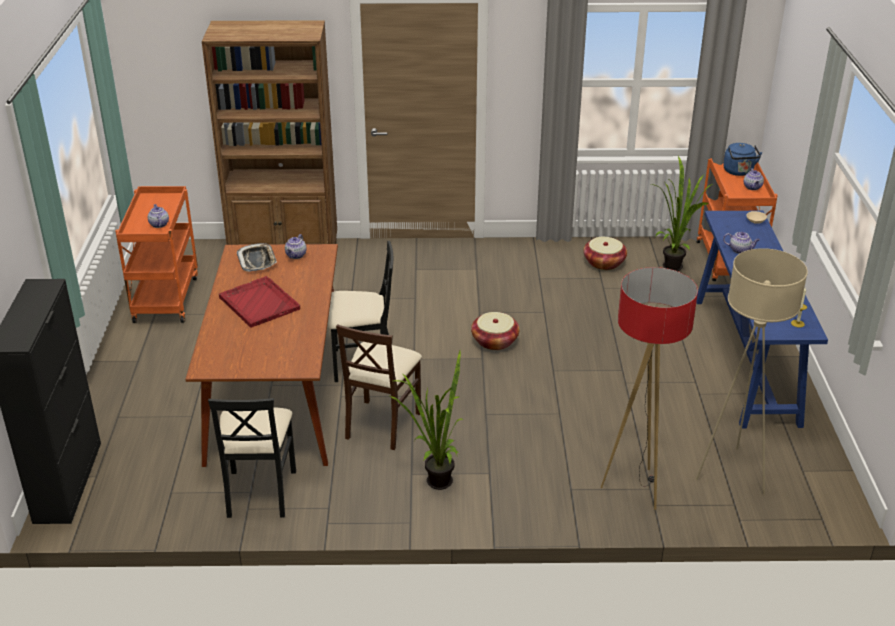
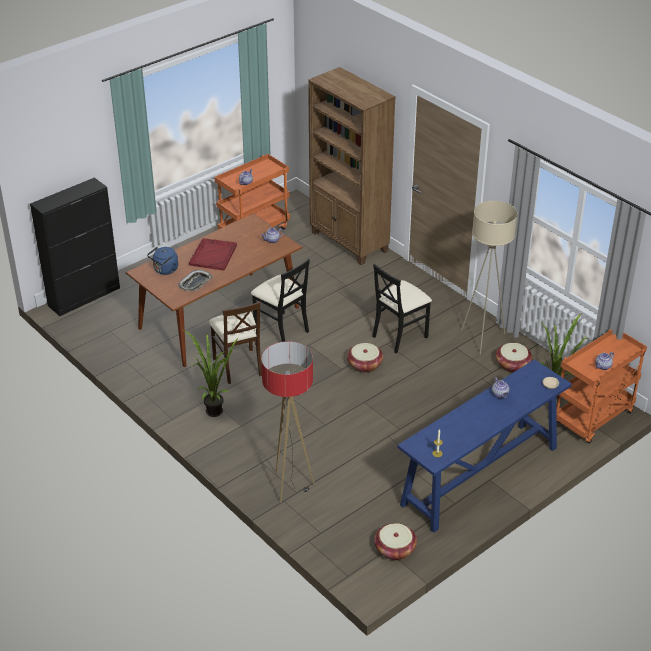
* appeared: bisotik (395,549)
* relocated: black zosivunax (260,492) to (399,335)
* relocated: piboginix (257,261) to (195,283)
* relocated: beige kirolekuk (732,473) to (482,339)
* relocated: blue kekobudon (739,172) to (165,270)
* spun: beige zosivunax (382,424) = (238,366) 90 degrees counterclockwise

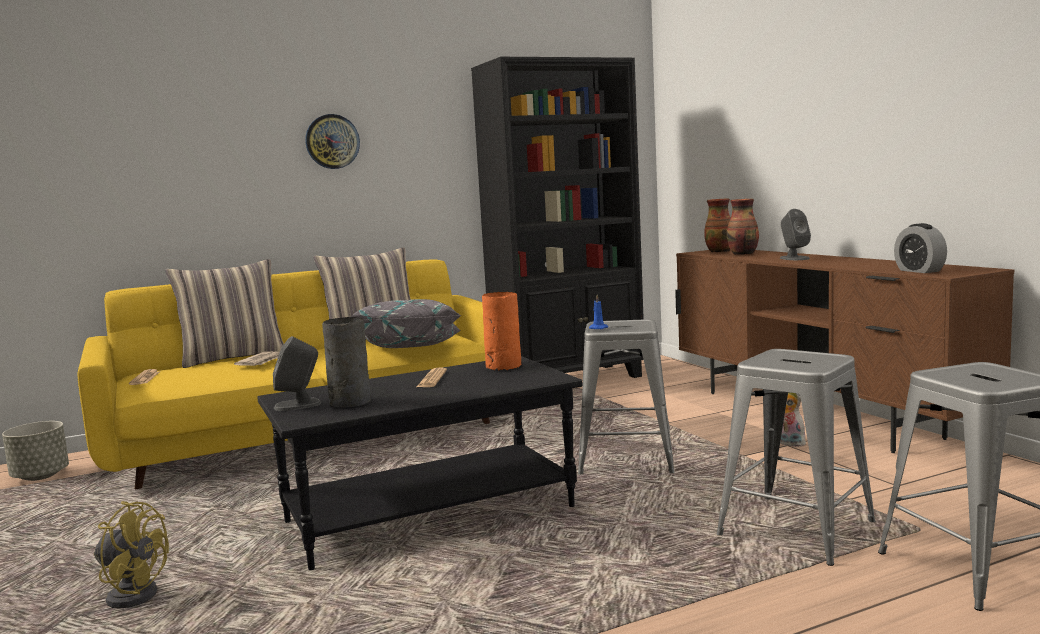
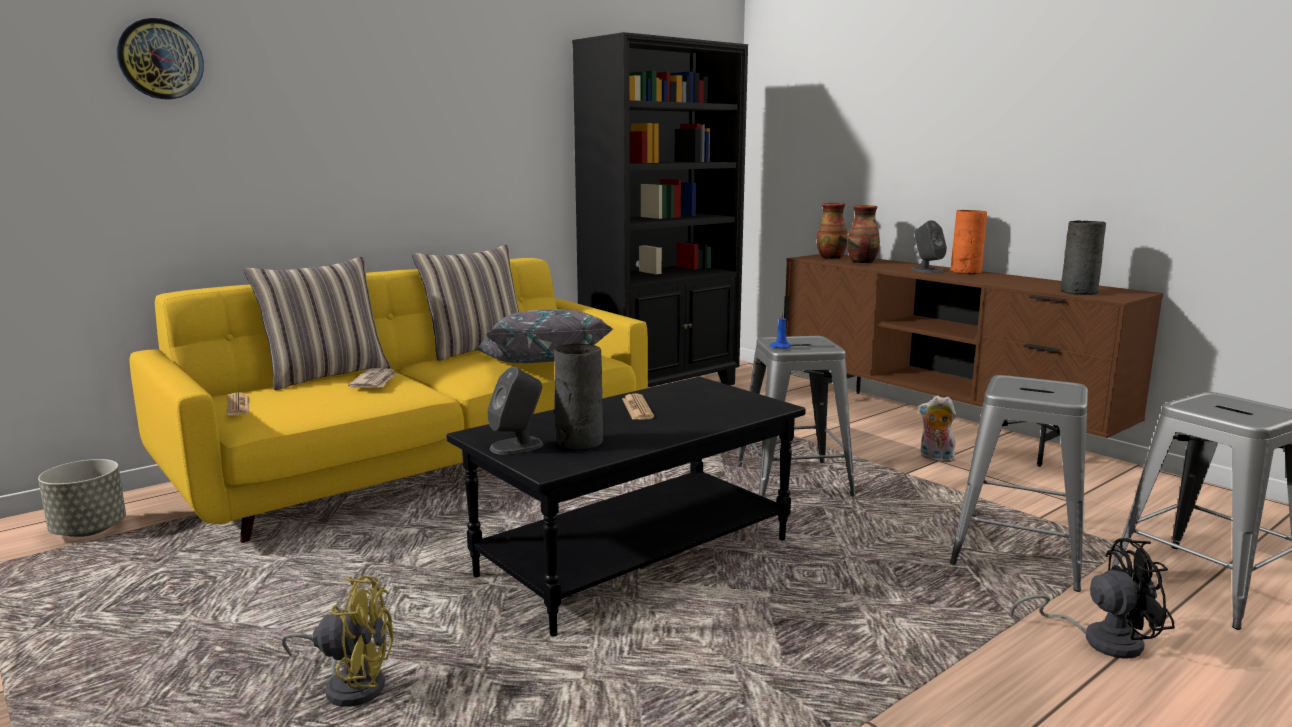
* appeared: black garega (1100,639)
* relocated: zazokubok (332,141) to (160,59)
* relocated: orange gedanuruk (502,366) to (965,272)
* exchanged: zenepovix (919,271) to grey gedanuruk (1080,292)

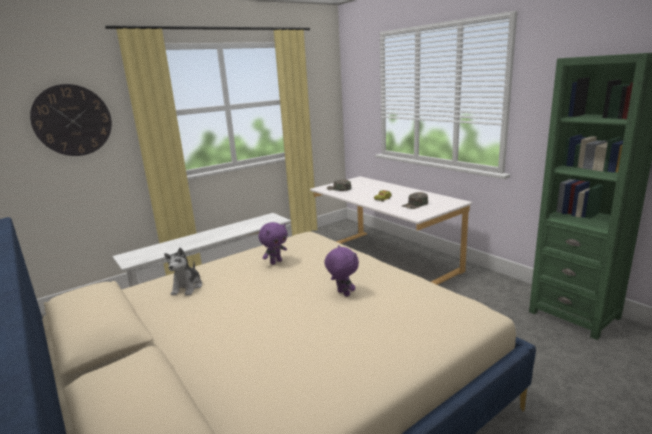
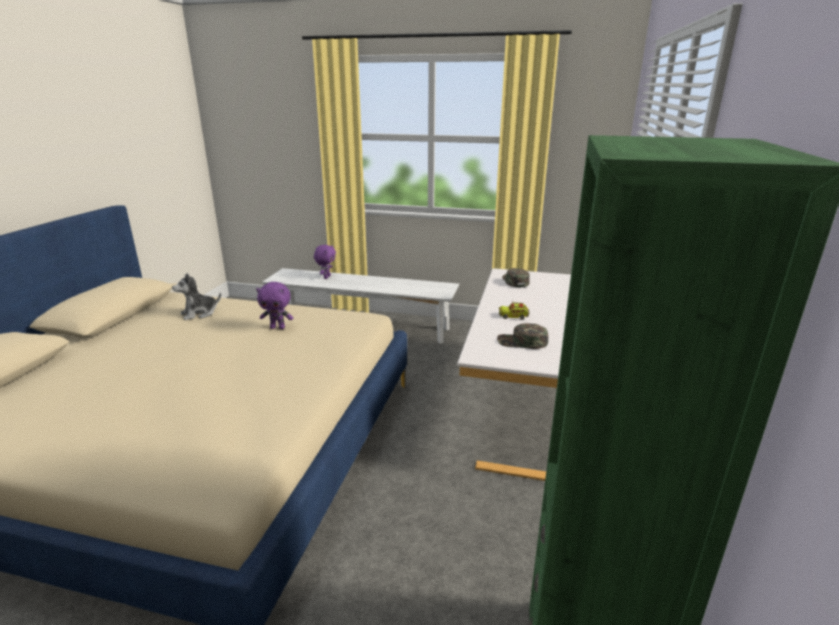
* missing: zazokubok (72,120)
* relocated: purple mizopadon (342,294) to (326,277)

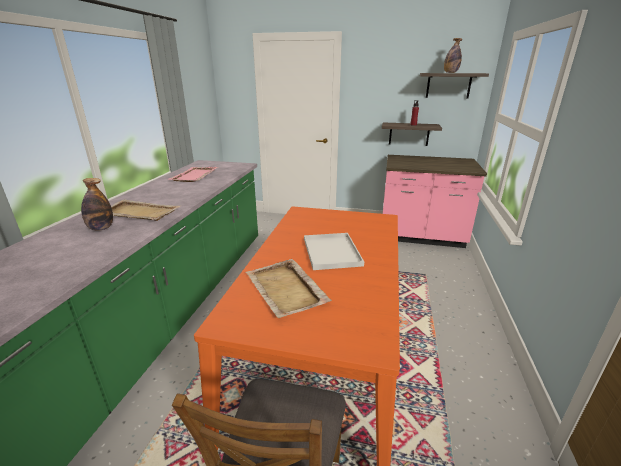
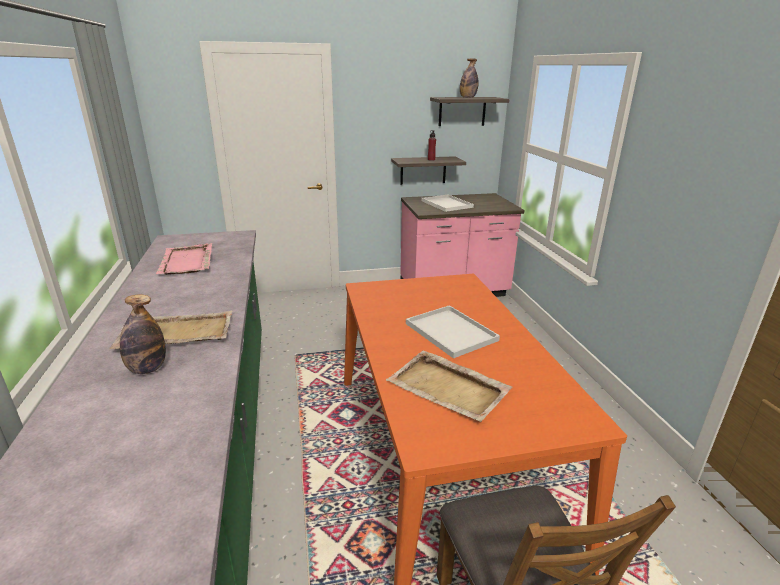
* appeared: white piboginix (445,204)

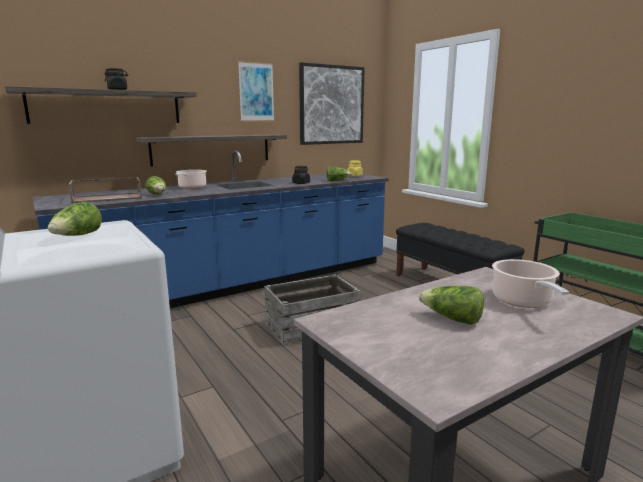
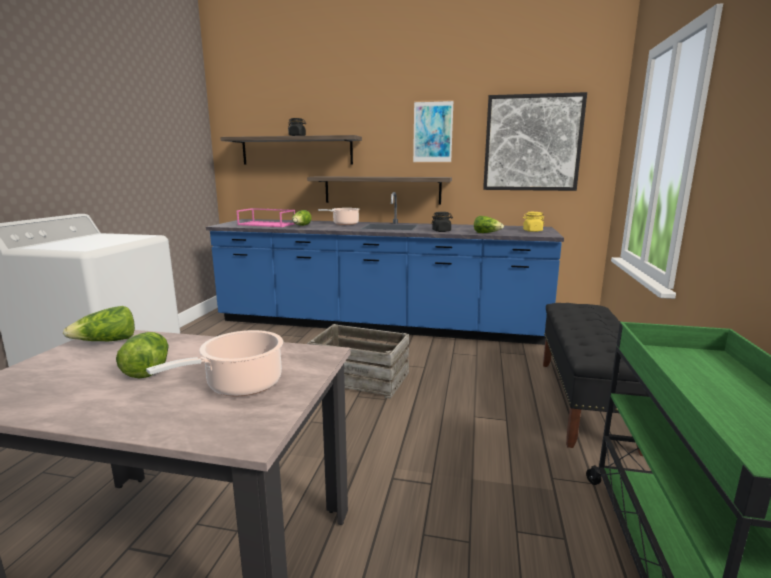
* relocated: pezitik (77,236) to (107,342)
* colour: brown piboginix (108,198) to pink piboginix (267,224)

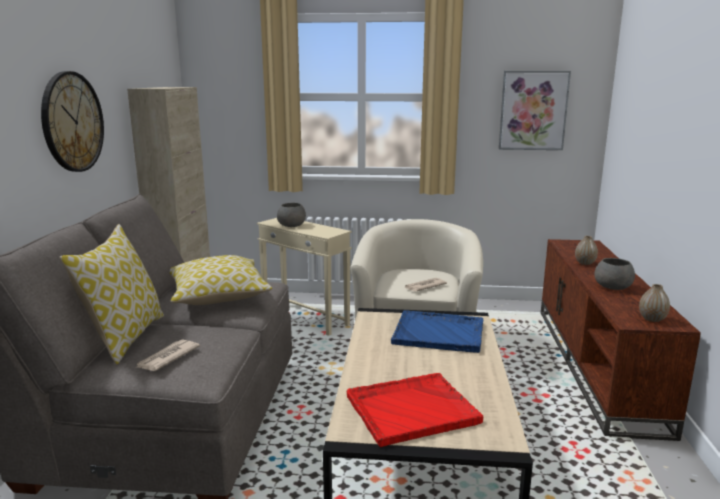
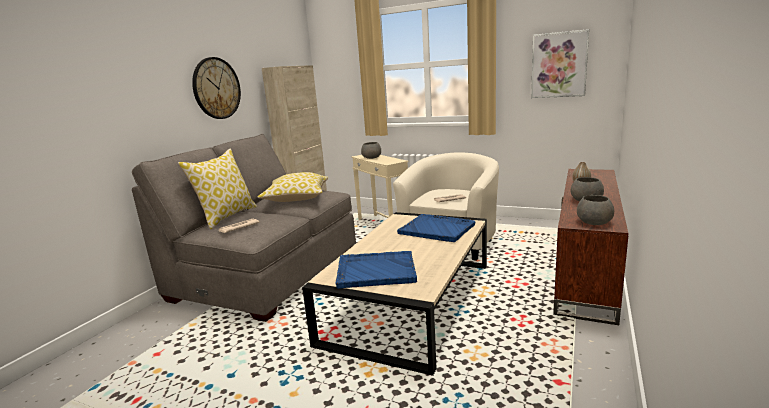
* exchanged: gedanuruk (652,319) to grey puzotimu (594,222)
* colour: red piboginix (410,410) to blue piboginix (375,271)

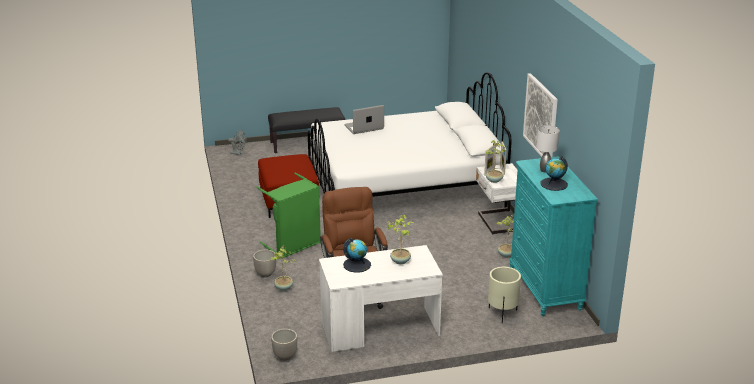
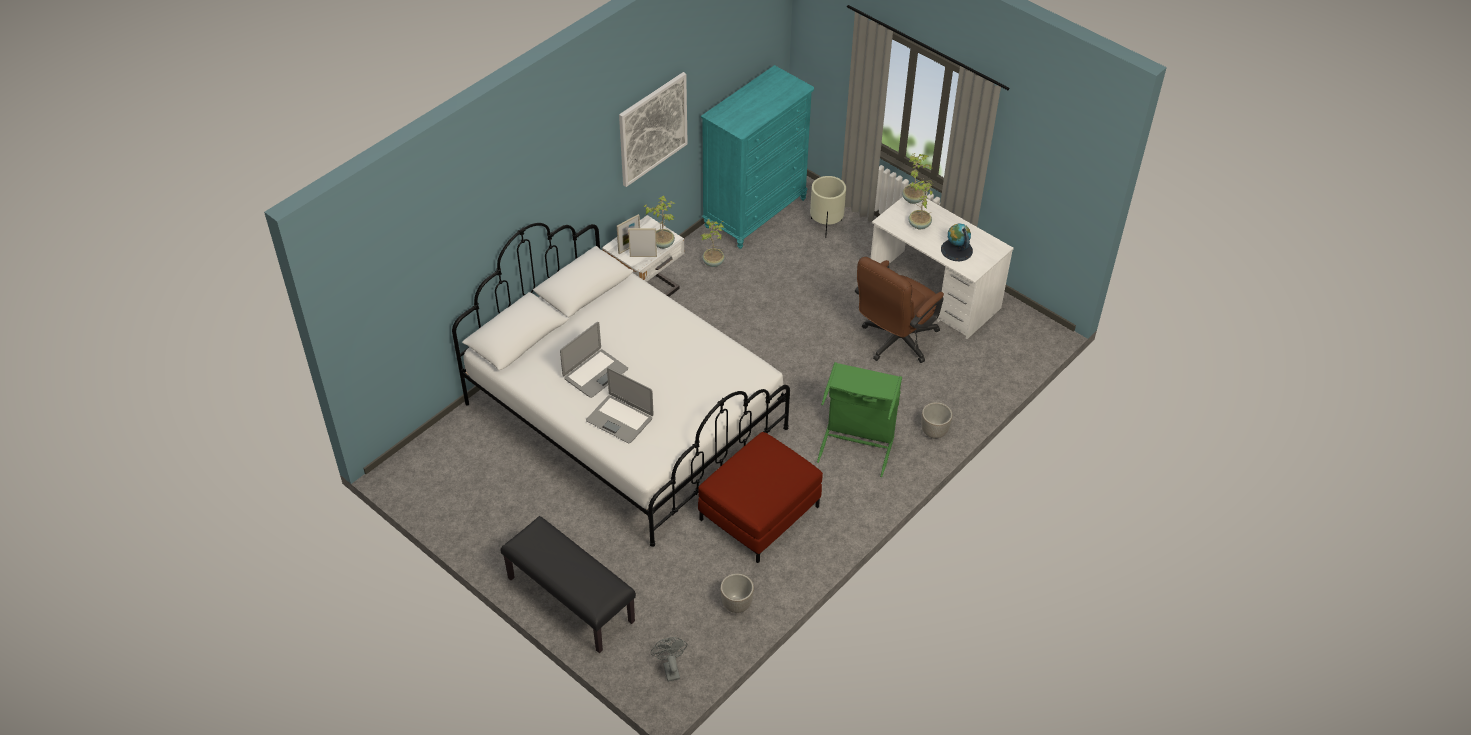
* missing: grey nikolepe (545,170)
* missing: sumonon (554,184)
* appeared: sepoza (595,373)
* relocated: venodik (283,288) to (913,199)
* relocated: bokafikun (285,356) to (736,605)

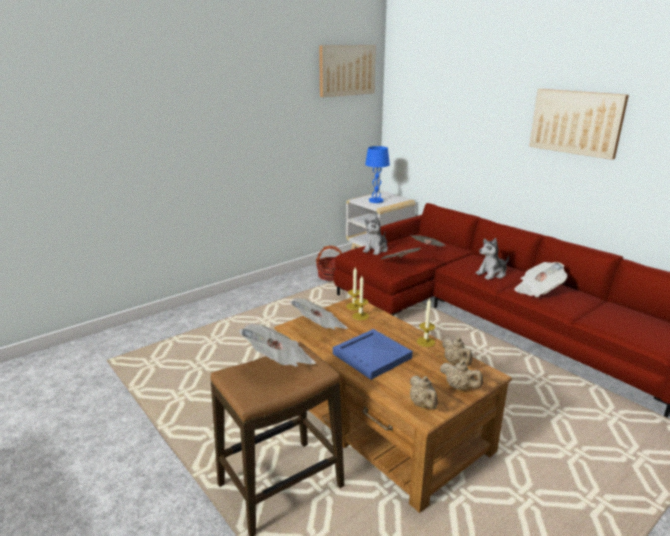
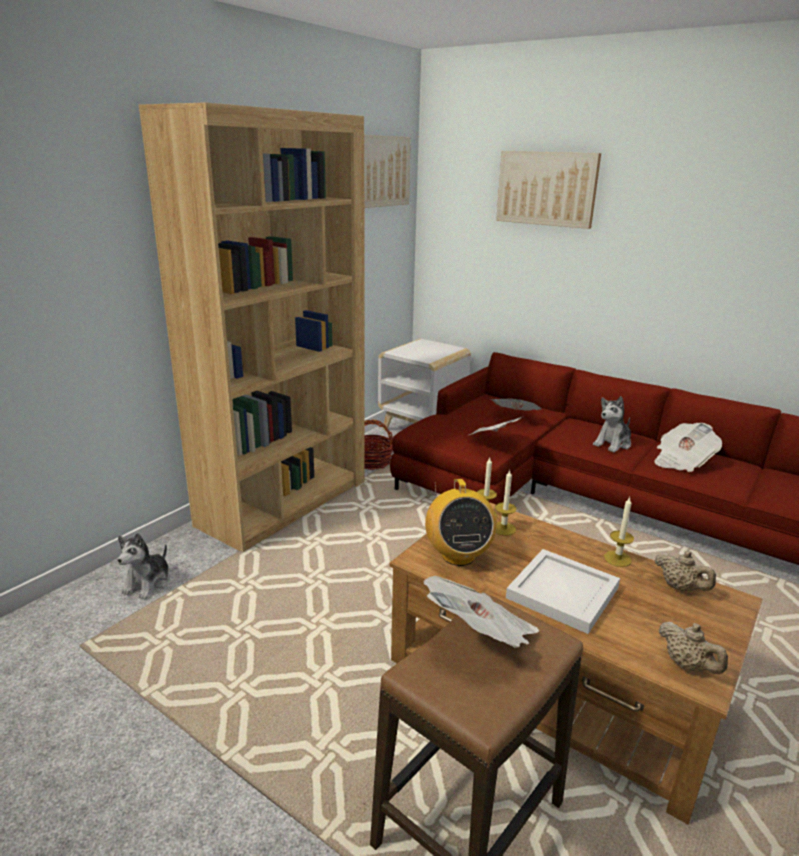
* missing: blue nikolepe (376,201)
* missing: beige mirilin (459,387)
* appeared: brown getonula (284,503)
* relocated: mizopadon (376,250) to (148,583)
* relocated: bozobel (576,122) to (547,188)
* exchanged: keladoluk (319,327) to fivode (458,555)
* colour: blue piboginix (373,356) to white piboginix (564,592)

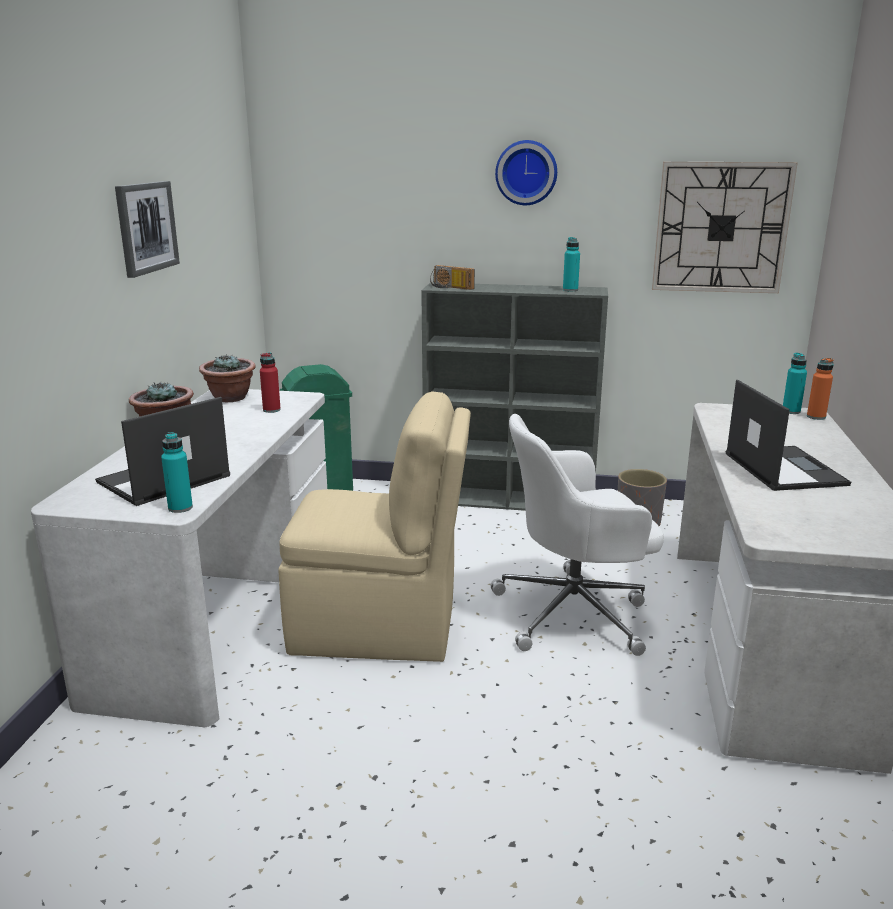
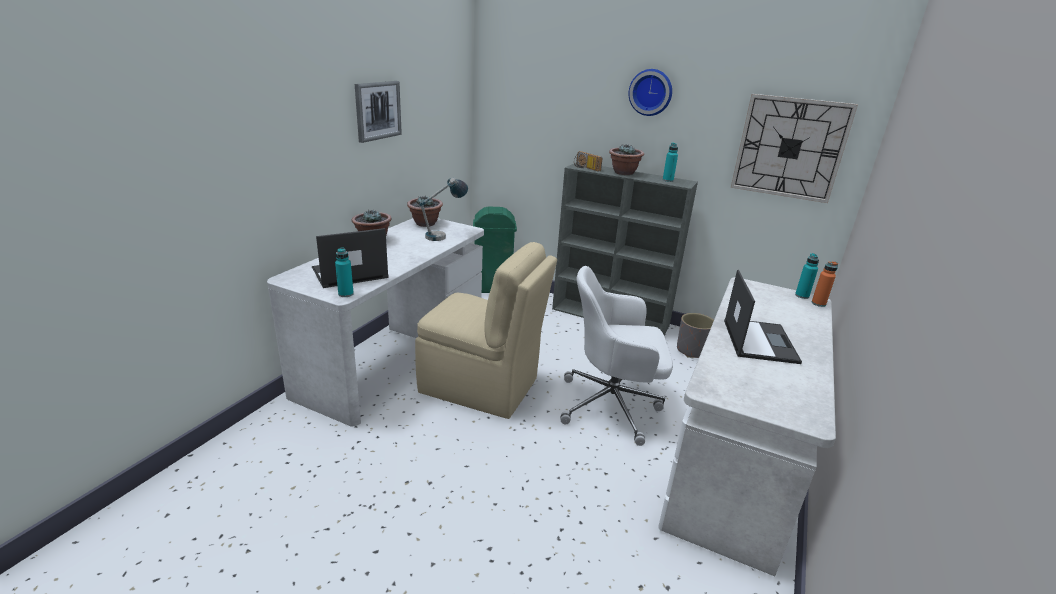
* appeared: venodik (623,173)
* exchanged: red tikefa (271,410) to nikolepe (444,236)

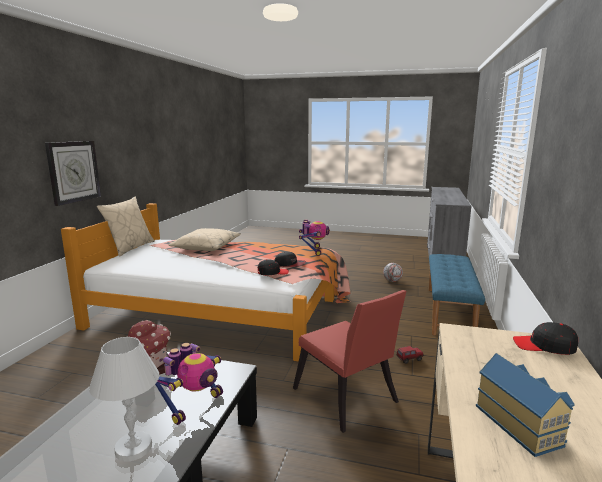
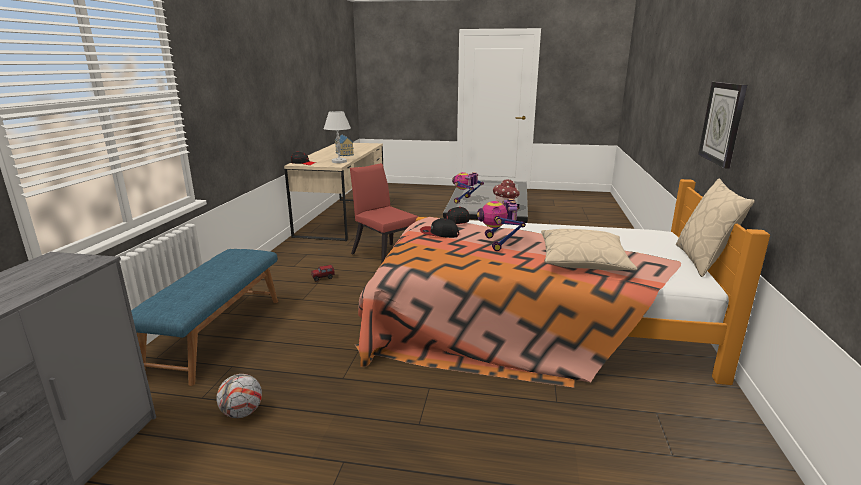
* relocated: white nikolepe (134,447) to (339,161)
* relocated: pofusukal (313,251) to (498,243)

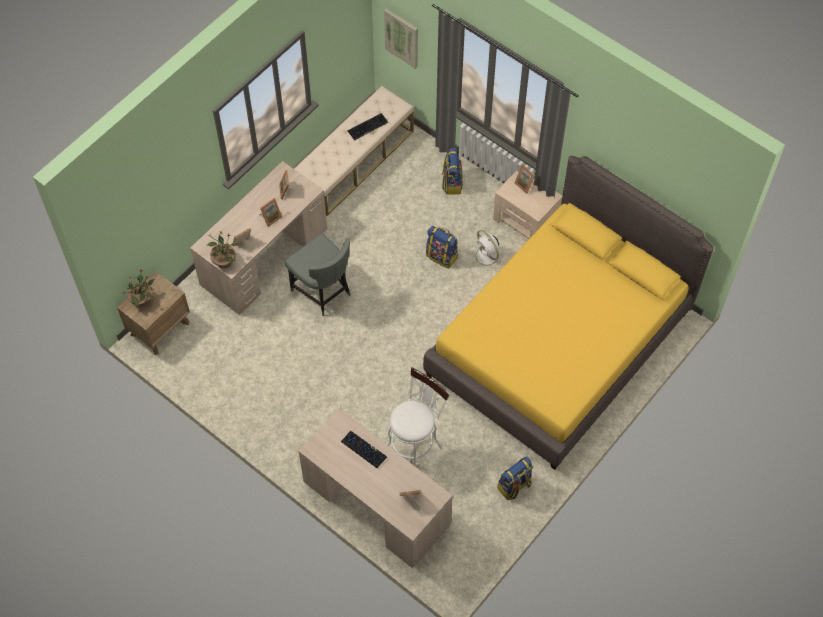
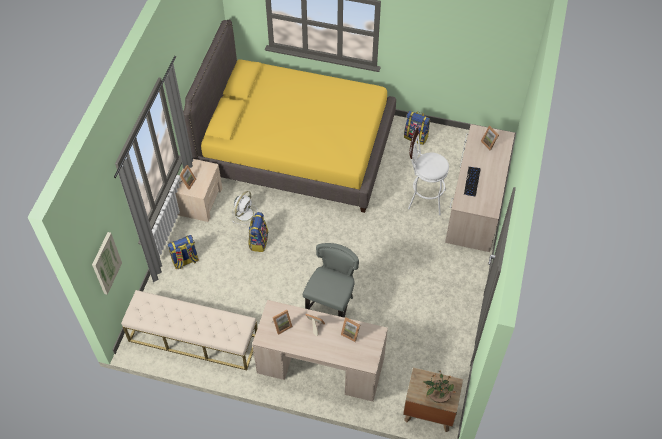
* missing: venodik (224,261)
* missing: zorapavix (367,127)

